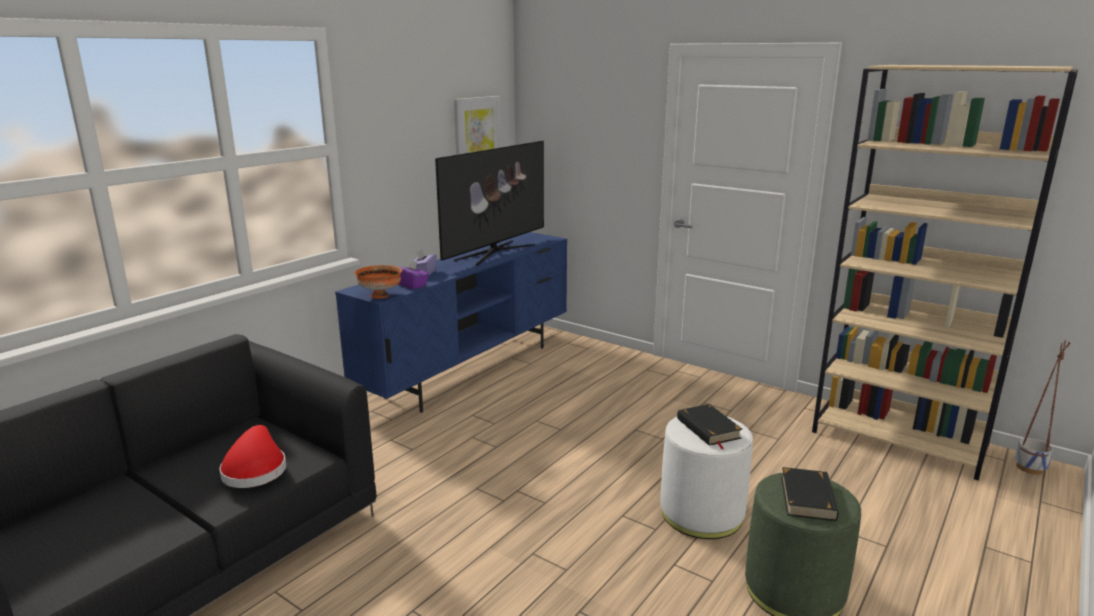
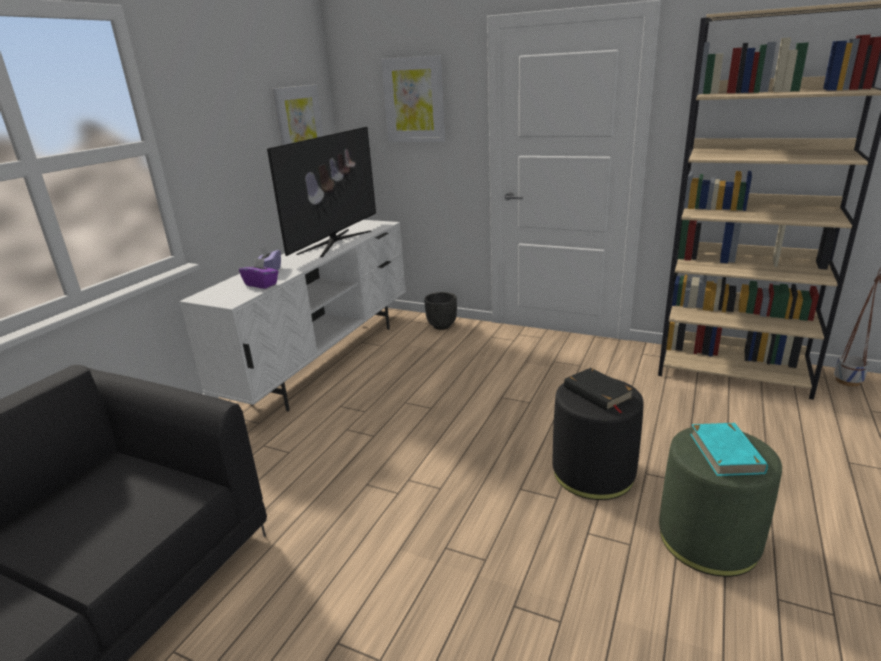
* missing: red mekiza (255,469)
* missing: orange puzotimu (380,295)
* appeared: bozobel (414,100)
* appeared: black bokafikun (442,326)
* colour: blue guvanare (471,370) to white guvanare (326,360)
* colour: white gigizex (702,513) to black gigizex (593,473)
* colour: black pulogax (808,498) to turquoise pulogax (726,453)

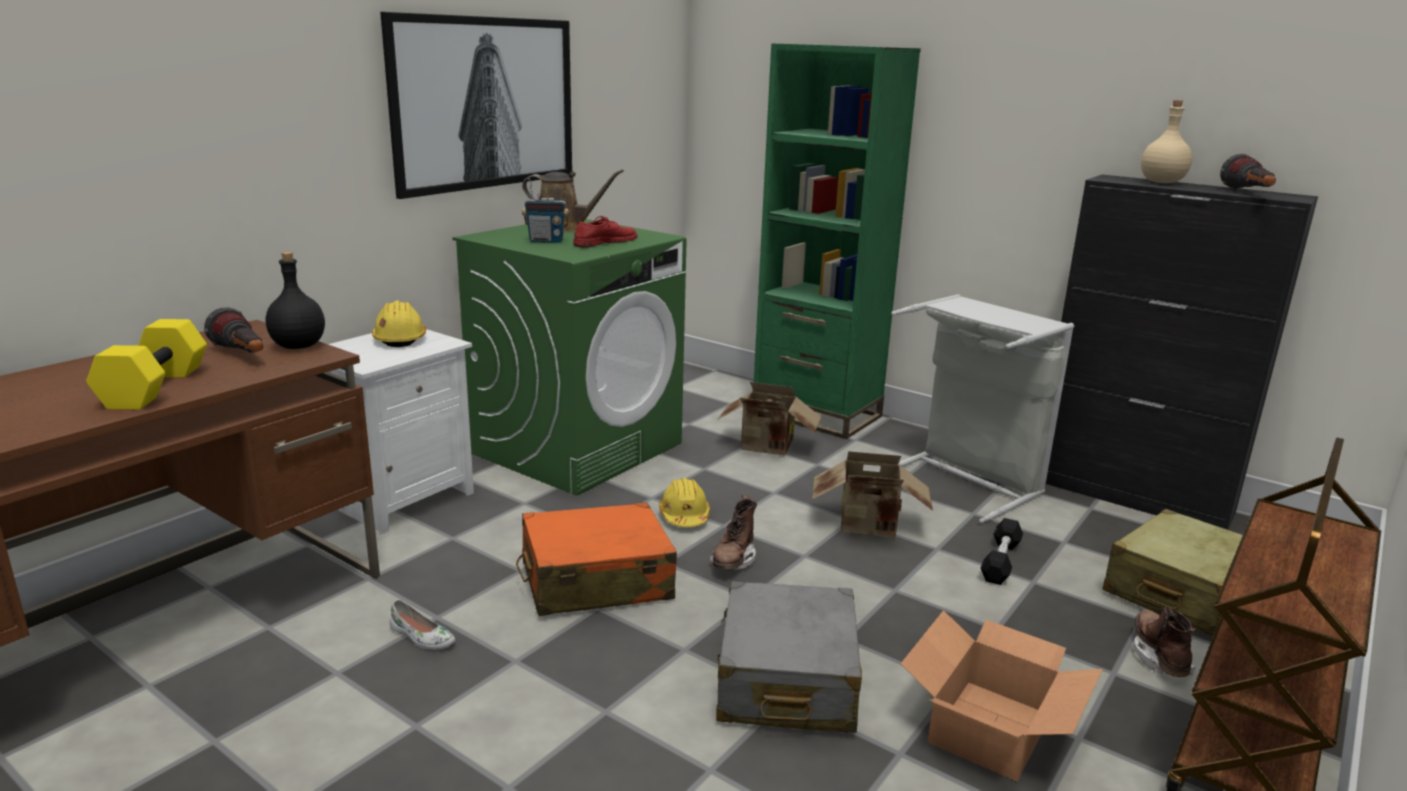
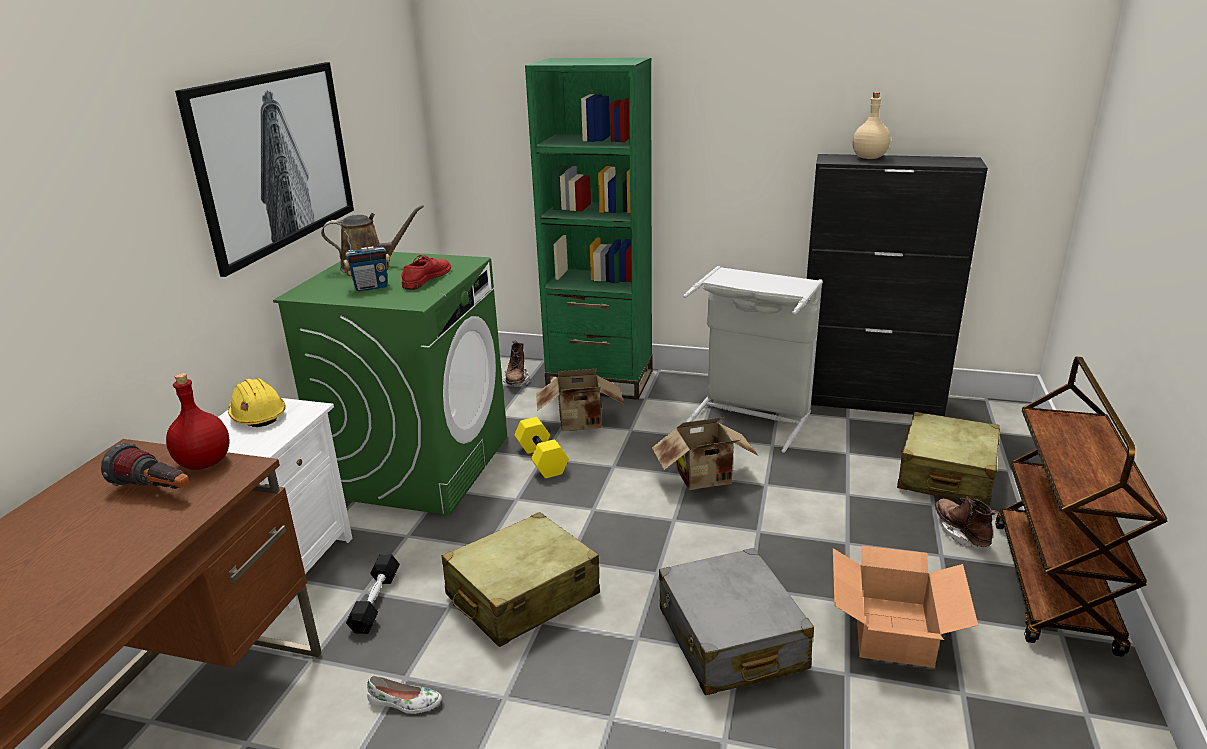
* missing: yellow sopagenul (684,516)
* missing: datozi (1248,193)
* relocated: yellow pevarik (153,387) to (540,460)
* relocated: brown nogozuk (733,560) to (516,381)
* relocated: black pevarik (1000,561) to (376,601)
* colour: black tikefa (299,346) to red tikefa (205,462)
* colour: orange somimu (595,581) to beige somimu (522,595)

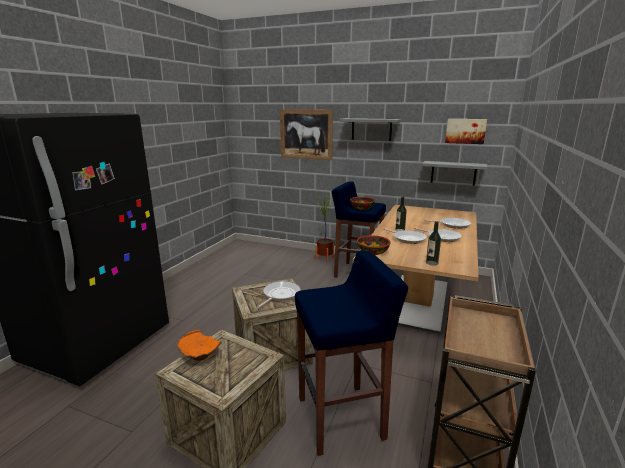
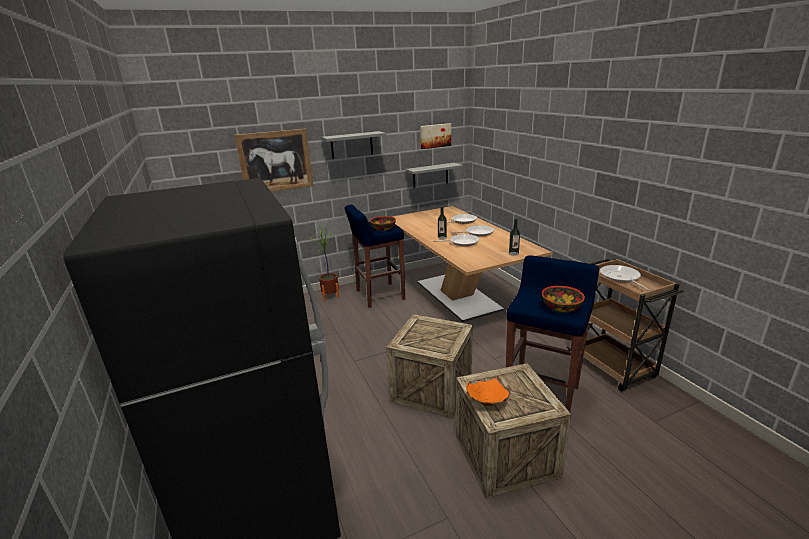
* relocated: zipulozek (280,295) to (621,278)
* relocated: puzotimu (372,252) to (561,307)

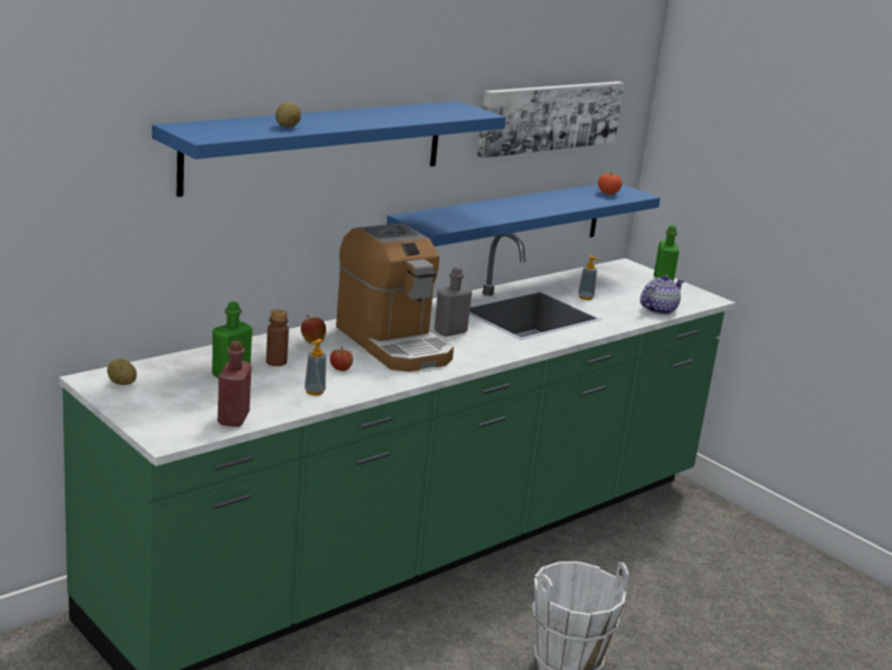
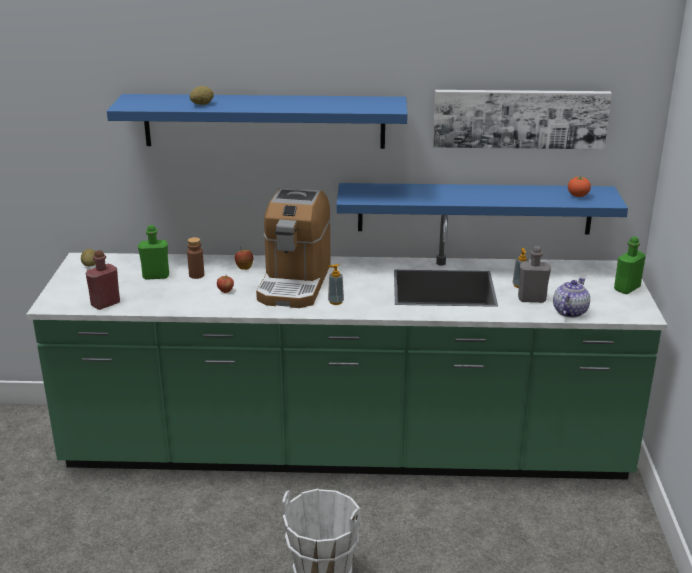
* relocated: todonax (314,391) to (335,302)
* relocated: grey tikefa (450,331) to (531,299)
* spun: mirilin (658,309) = (569,311) 60 degrees counterclockwise

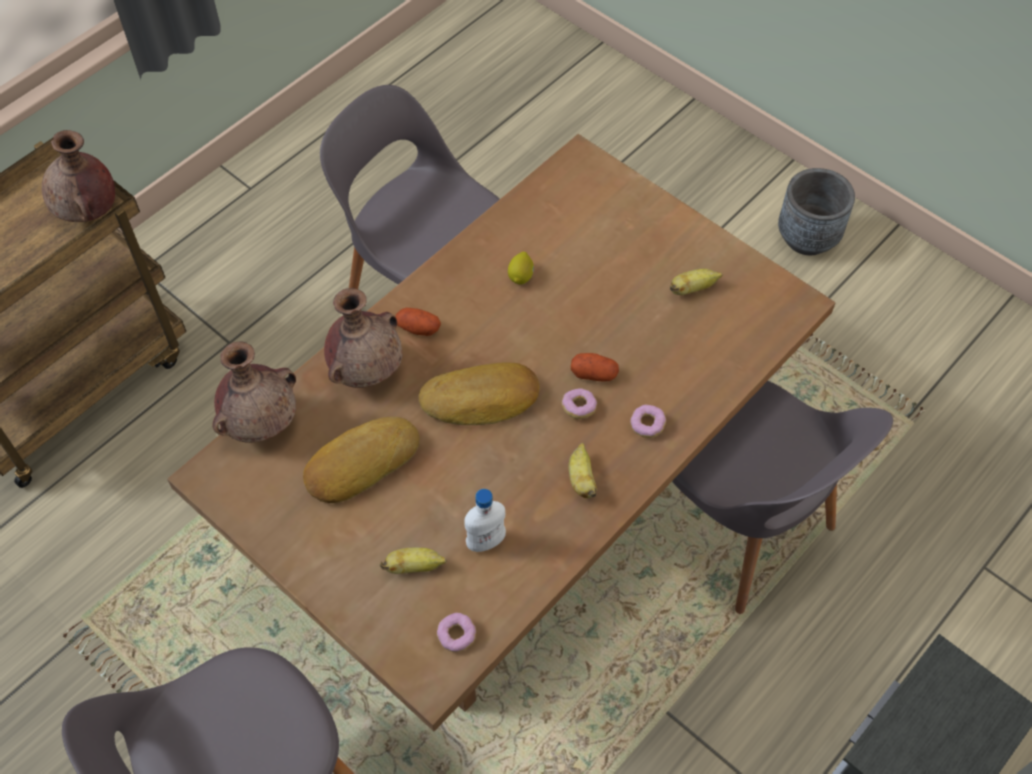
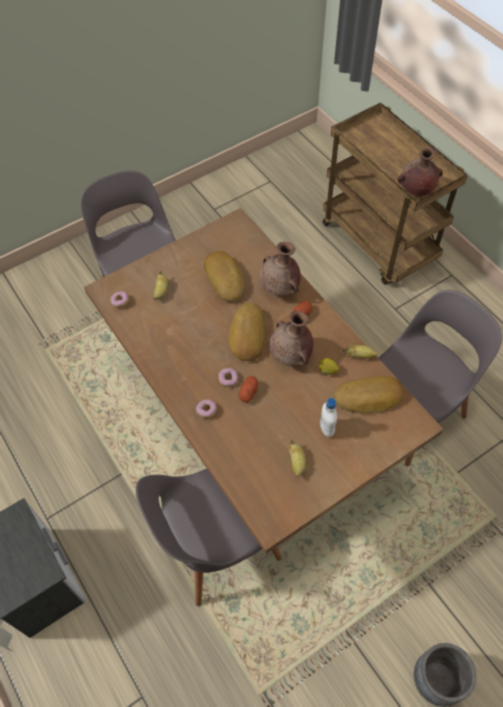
* appeared: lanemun (369,398)
* relocated: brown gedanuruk (262,423) to (291,356)
* relocated: white tikefa (486,542) to (327,428)
* relocated: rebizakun (581,479) to (359,355)

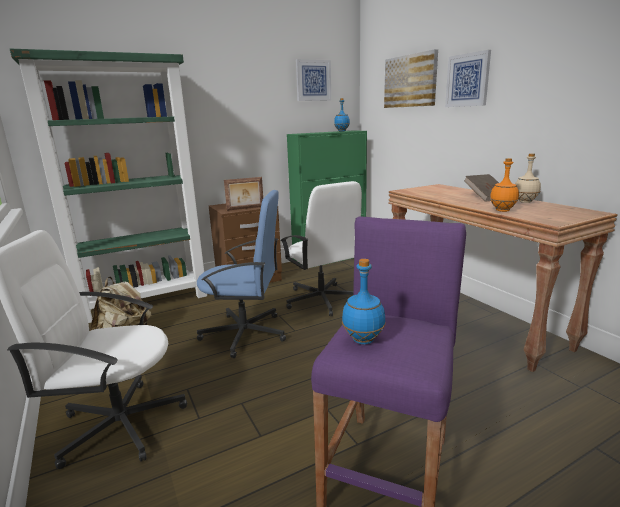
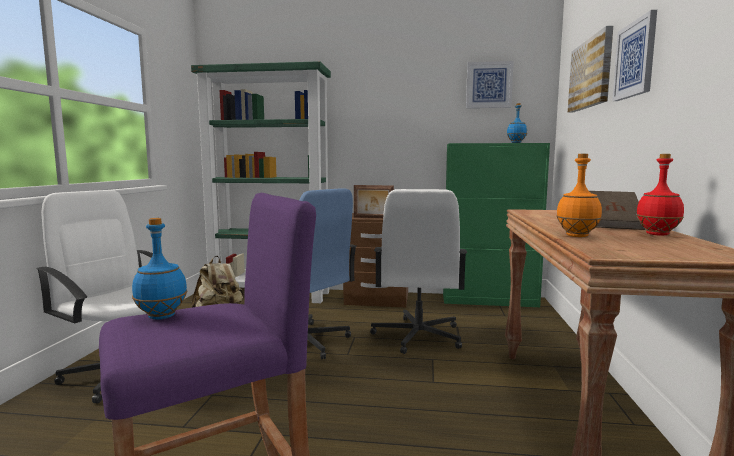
* colour: beige tikefa (525,202) to red tikefa (657,234)

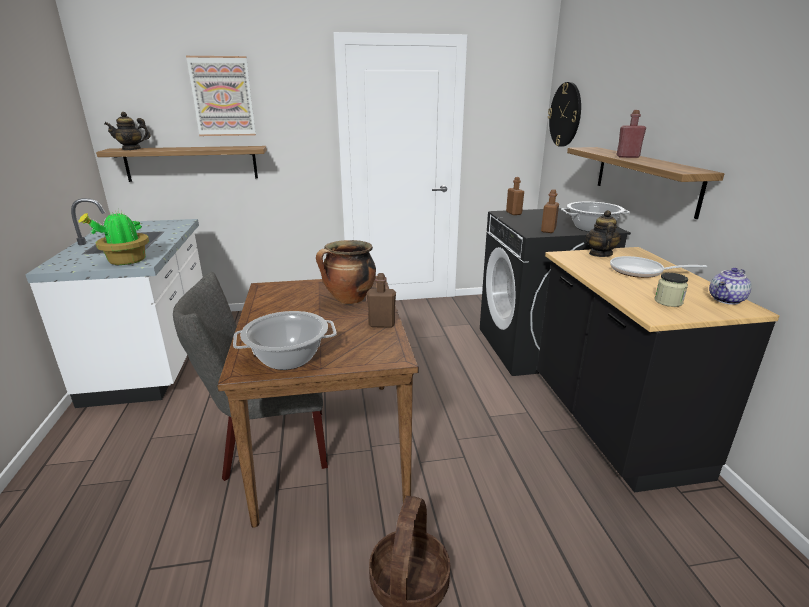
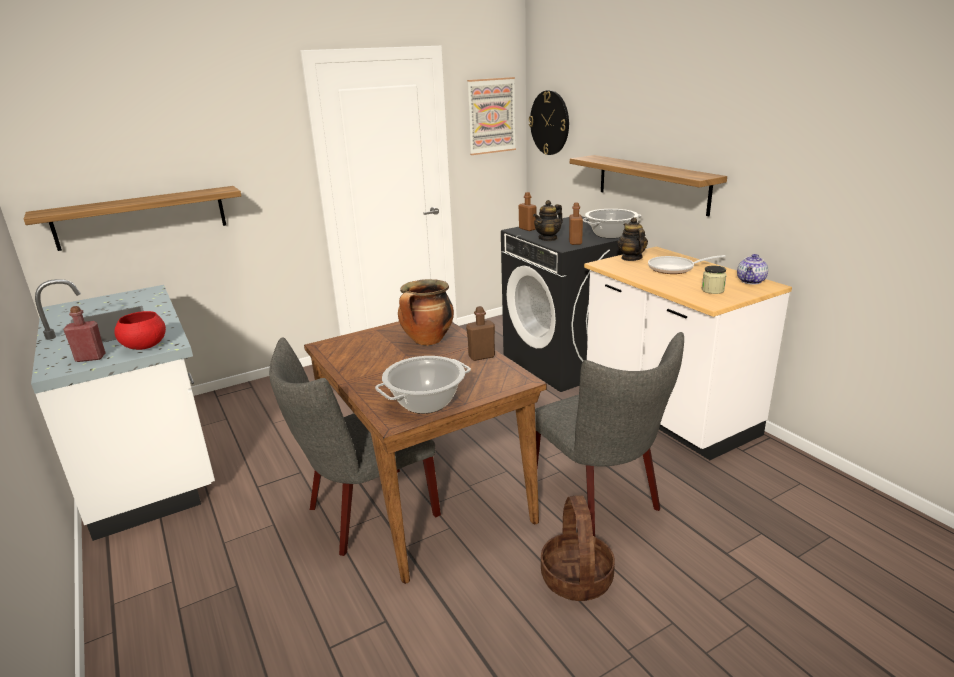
* appeared: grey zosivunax (599,499)
* relocated: mirilin (131,149) to (548,238)
* relocated: bozobel (222,97) to (491,116)
* relocated: red tikefa (627,157) to (90,358)
* exchanged: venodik (125,261) to red puzotimu (145,346)
* colour: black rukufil (611,426) to white rukufil (667,414)

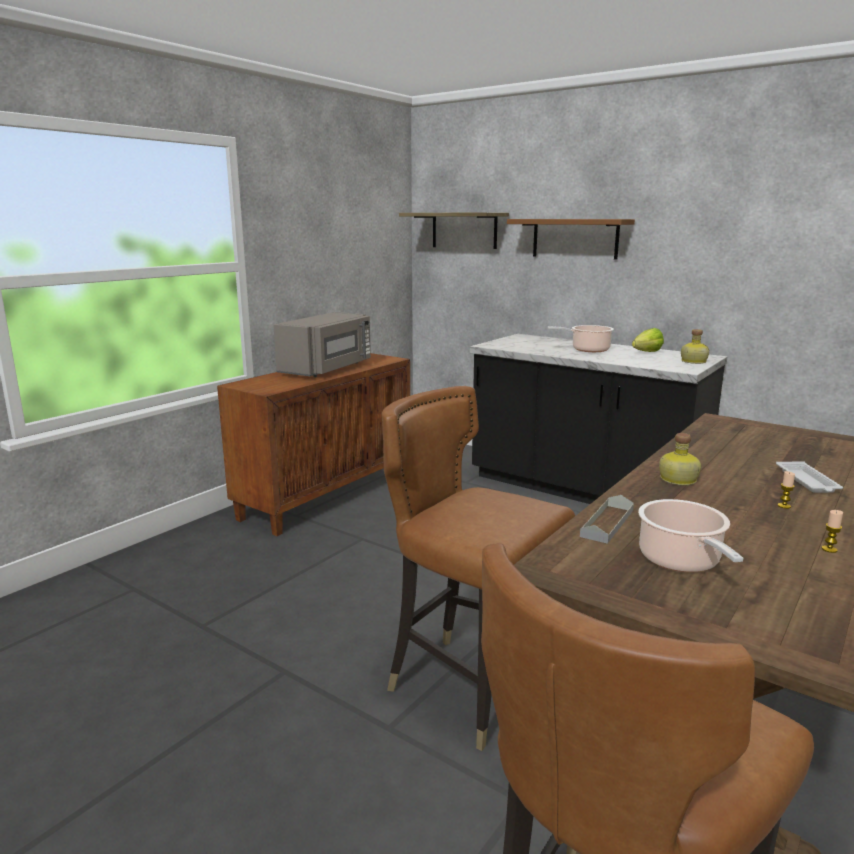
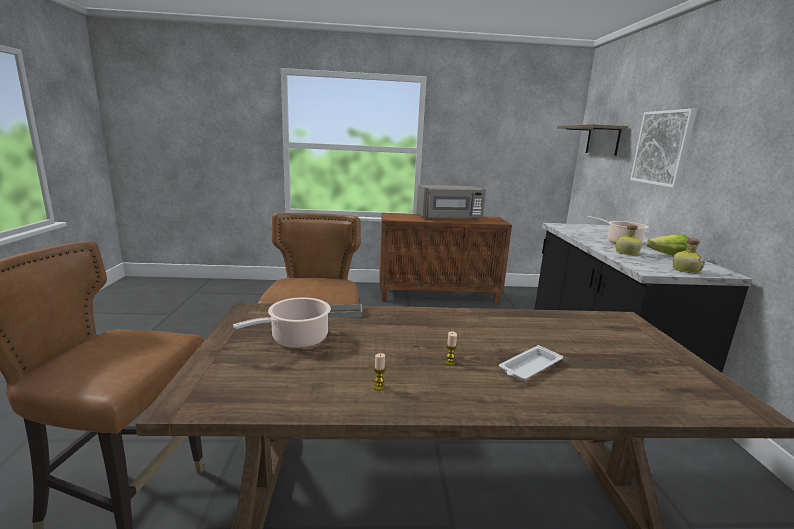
* relocated: tikefa (677,480) to (625,252)
* exchanged: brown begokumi (575,238) to bozobel (662,148)

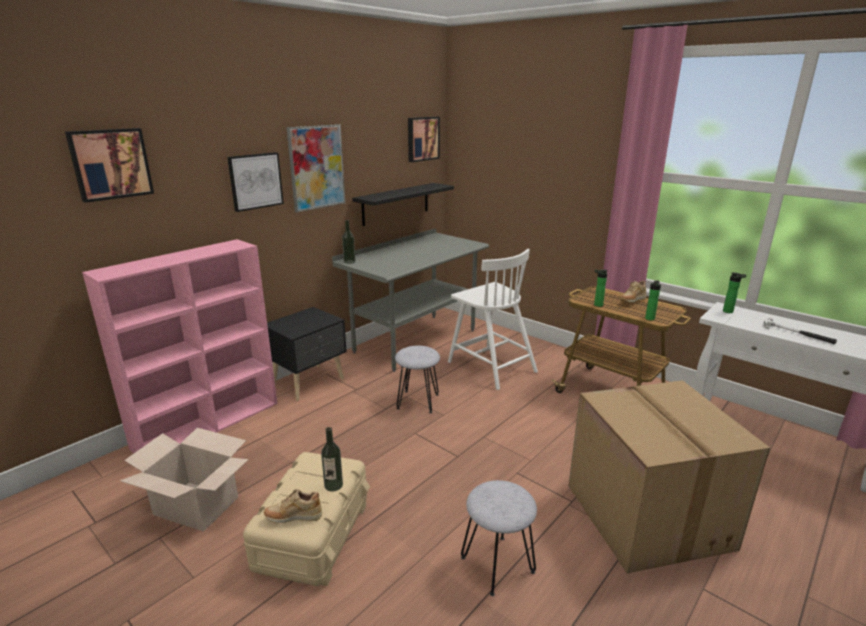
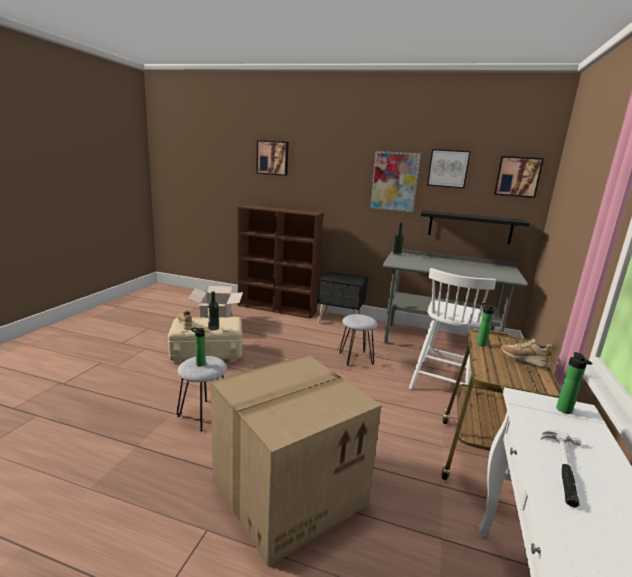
* relocated: bozobel (255,181) to (448,168)
* relocated: tikefa (649,319) to (199,364)
* colour: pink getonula (209,424) to brown getonula (277,308)

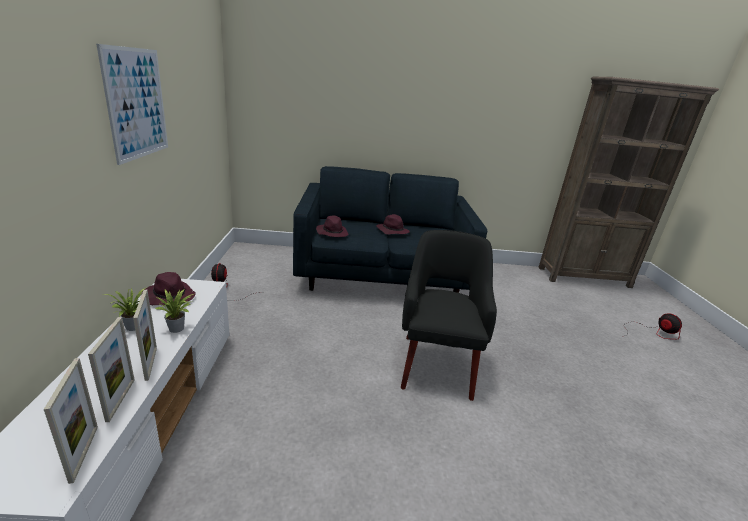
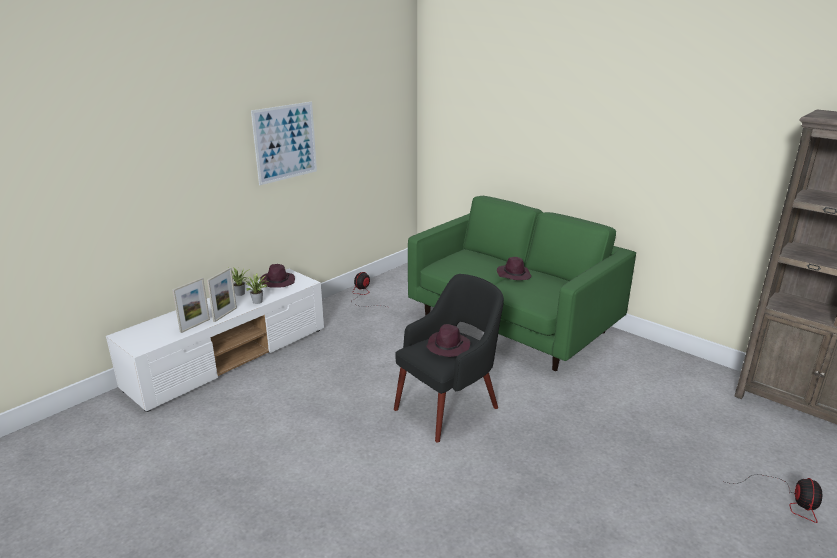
* missing: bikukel (84,453)
* relocated: purple mekiza (332,233) to (447,346)
* colour: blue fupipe (381,275) to green fupipe (512,323)

